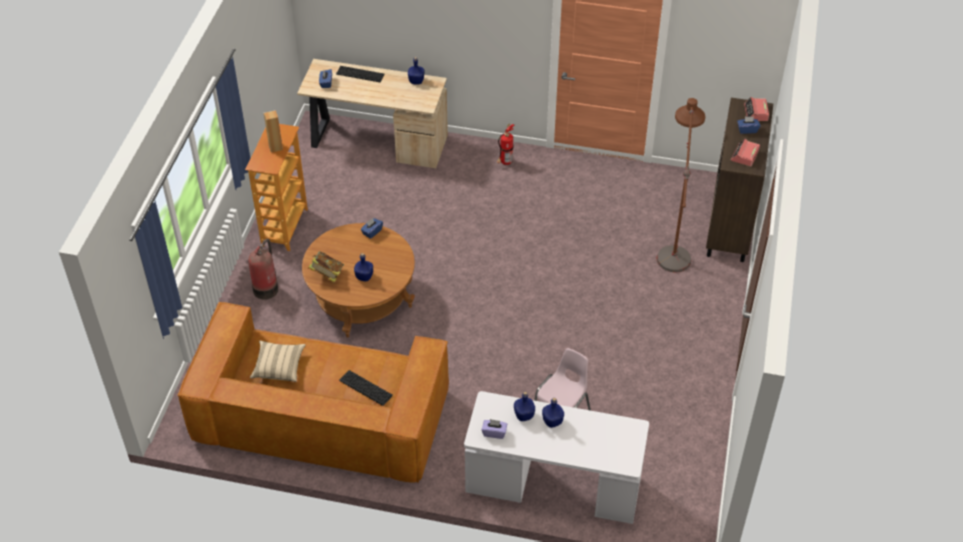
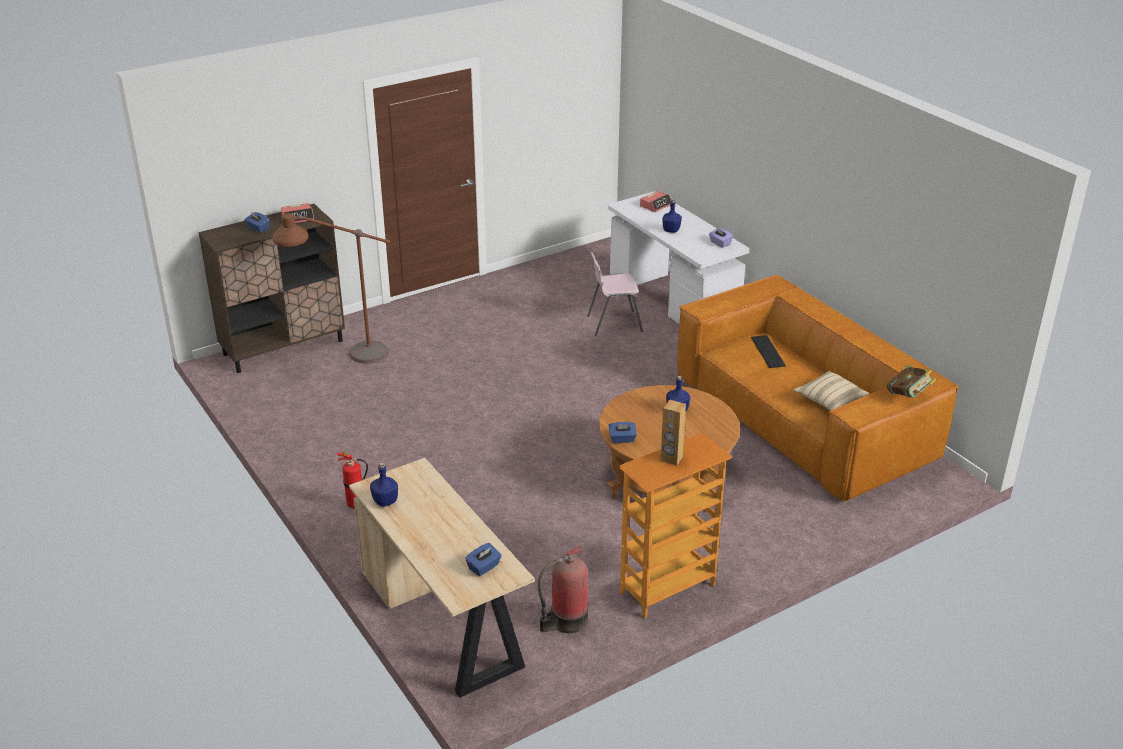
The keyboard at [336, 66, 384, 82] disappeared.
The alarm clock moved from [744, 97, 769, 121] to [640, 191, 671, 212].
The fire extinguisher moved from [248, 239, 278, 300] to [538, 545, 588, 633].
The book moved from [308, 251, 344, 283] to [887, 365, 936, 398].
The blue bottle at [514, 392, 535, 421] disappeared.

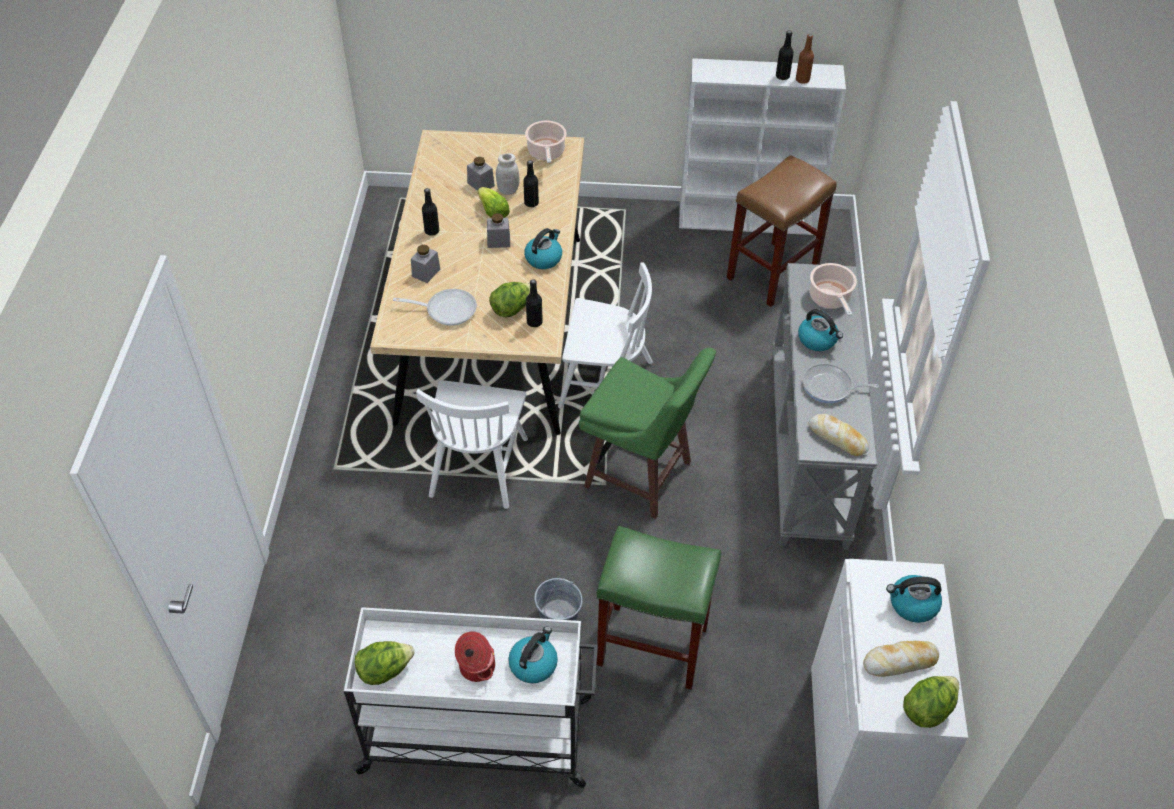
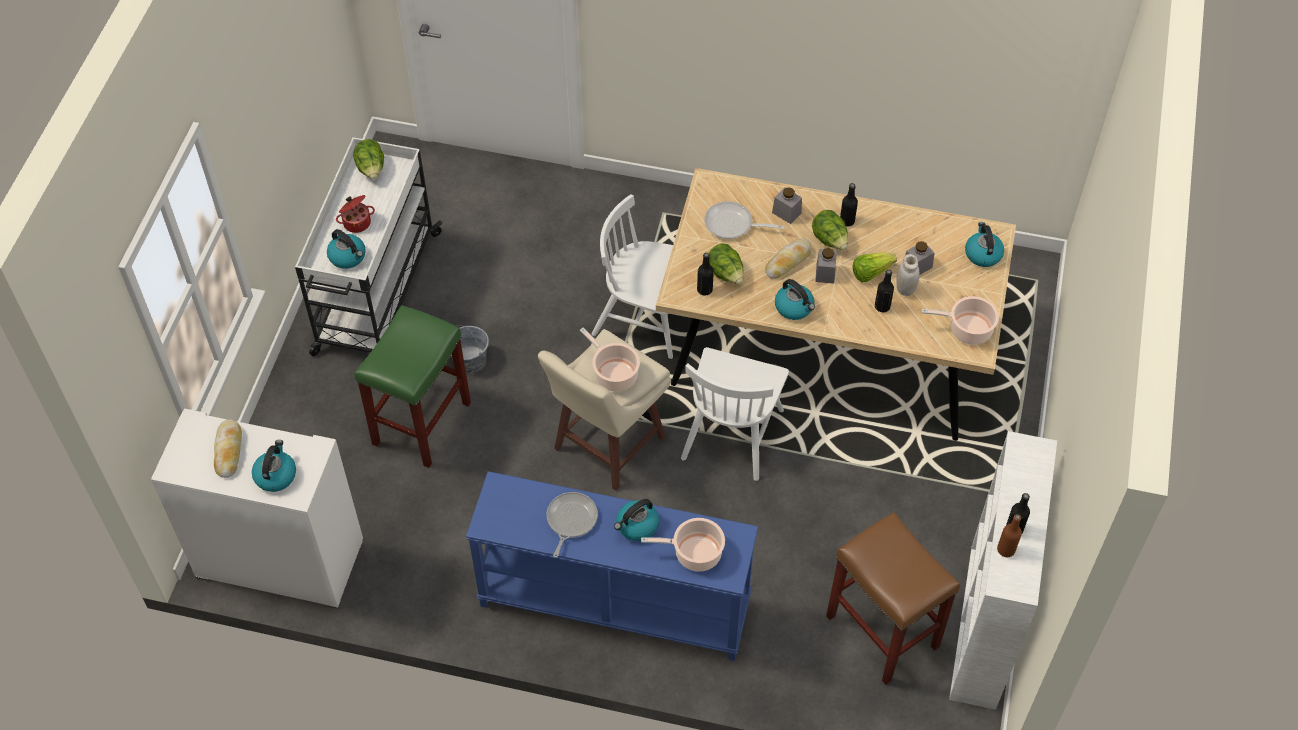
The grey console table at [772, 263, 878, 550] became the blue console table at [466, 471, 758, 661].
The frying pan at [393, 289, 477, 326] turned 90 degrees clockwise.
The green stool at [579, 348, 716, 519] became the beige stool at [538, 329, 671, 491].
The bread moved from [809, 414, 869, 456] to [765, 239, 812, 279].
The lettuce moved from [903, 676, 959, 728] to [812, 210, 848, 250].
The kettle at [965, 222, 1004, 267] appeared.
The cooking pot at [580, 328, 640, 392] appeared.

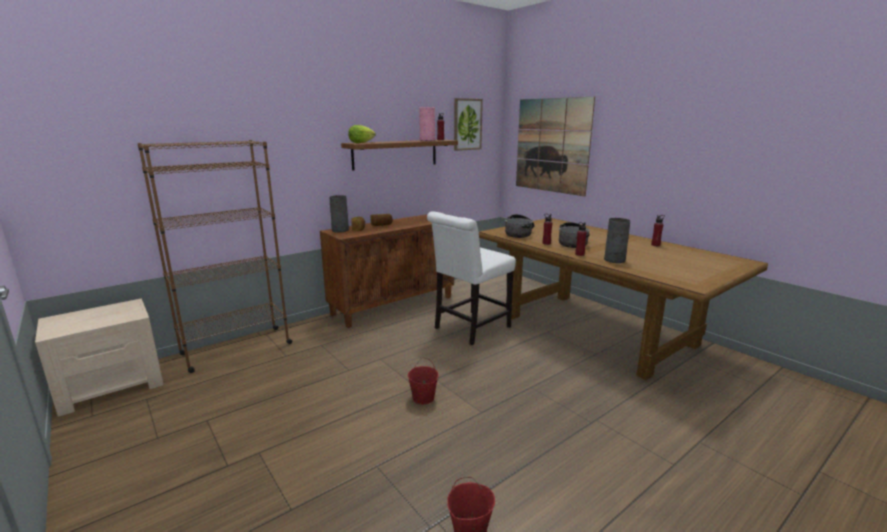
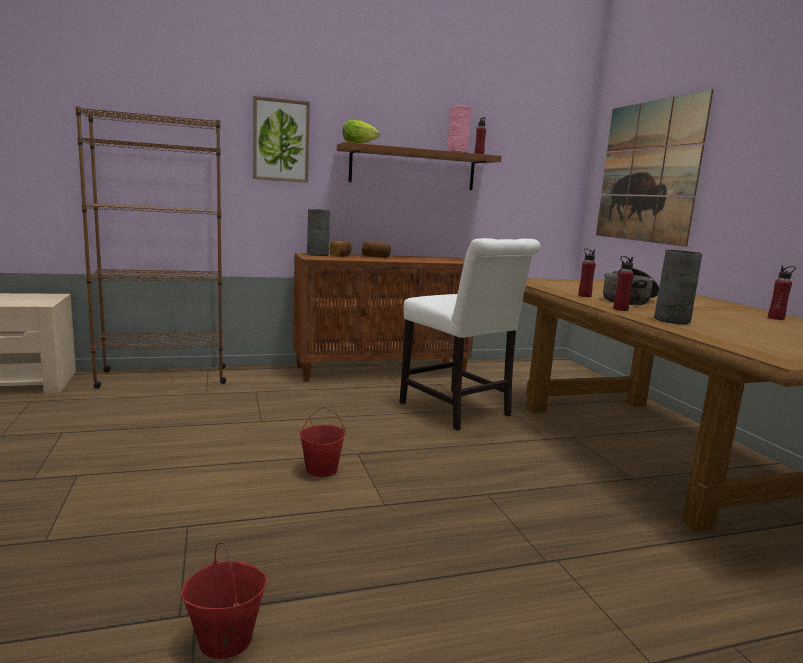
The picture moved from [454, 98, 483, 151] to [253, 96, 310, 183].
The white chair at [427, 211, 516, 345] turned 105 degrees counterclockwise.
The cooking pot at [505, 214, 534, 238] disappeared.

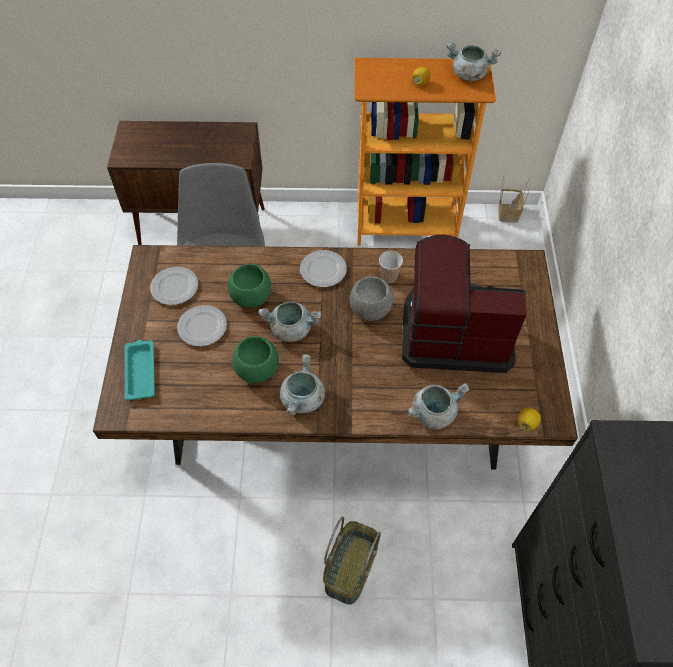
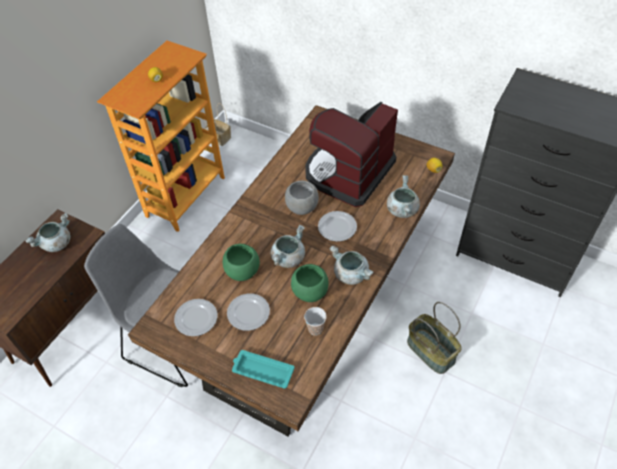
The grey cooking pot moved from [446, 42, 501, 81] to [25, 213, 70, 252].
The plate moved from [300, 250, 347, 287] to [318, 211, 357, 242].
The cup moved from [379, 251, 403, 283] to [304, 307, 327, 336].

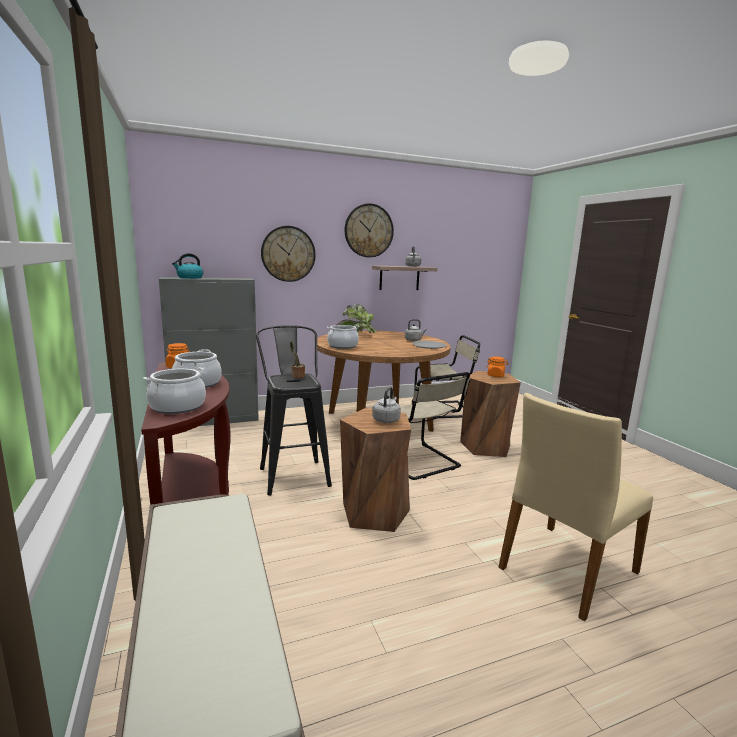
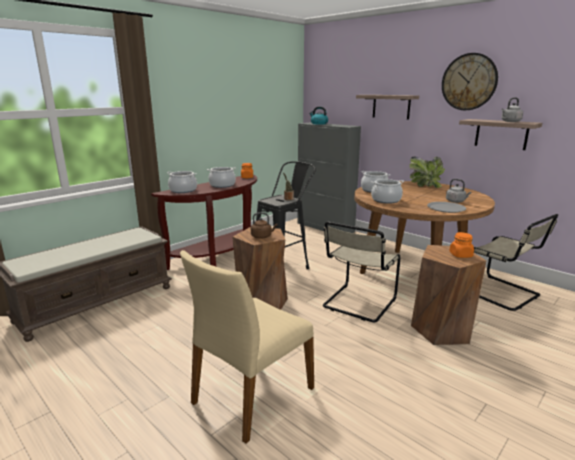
The wall clock at [261, 226, 316, 282] was replaced by the shelf at [356, 95, 419, 120].
The grey kettle at [372, 387, 401, 423] became the brown kettle at [251, 212, 278, 239].
The beige chair at [498, 393, 653, 621] turned 75 degrees counterclockwise.
The cooking pot at [371, 179, 404, 204] appeared.

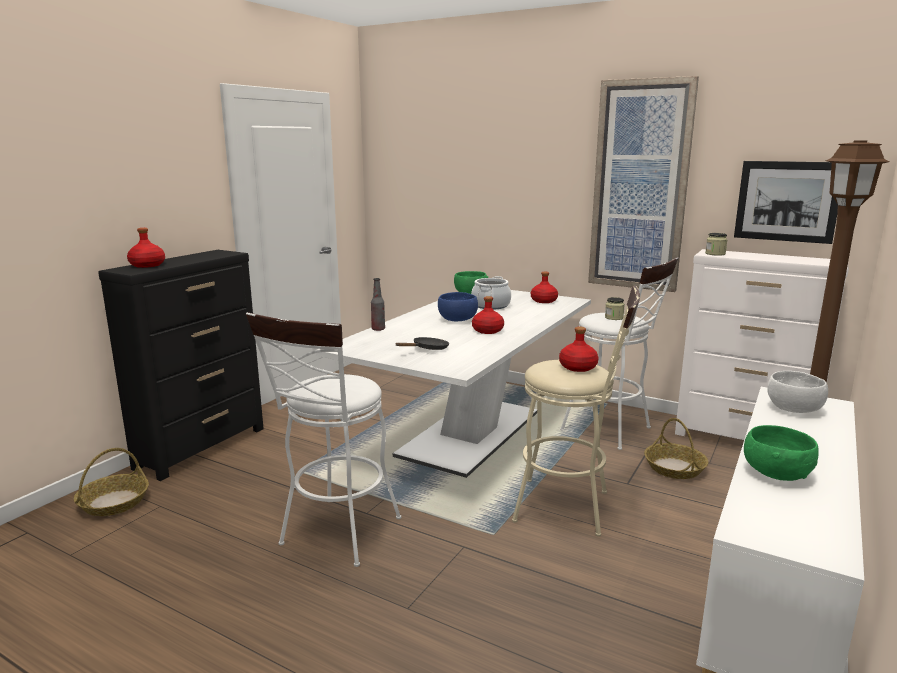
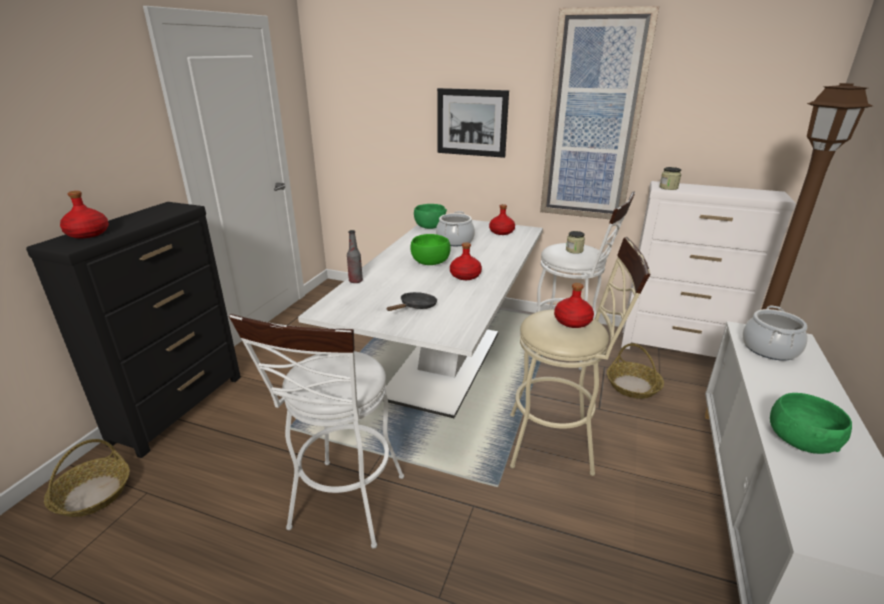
The picture moved from [734, 161, 838, 244] to [437, 88, 509, 158].
The blue bowl at [438, 292, 478, 321] became the green bowl at [410, 234, 451, 265].
The white bowl at [767, 371, 828, 413] was replaced by the cooking pot at [743, 306, 808, 361].

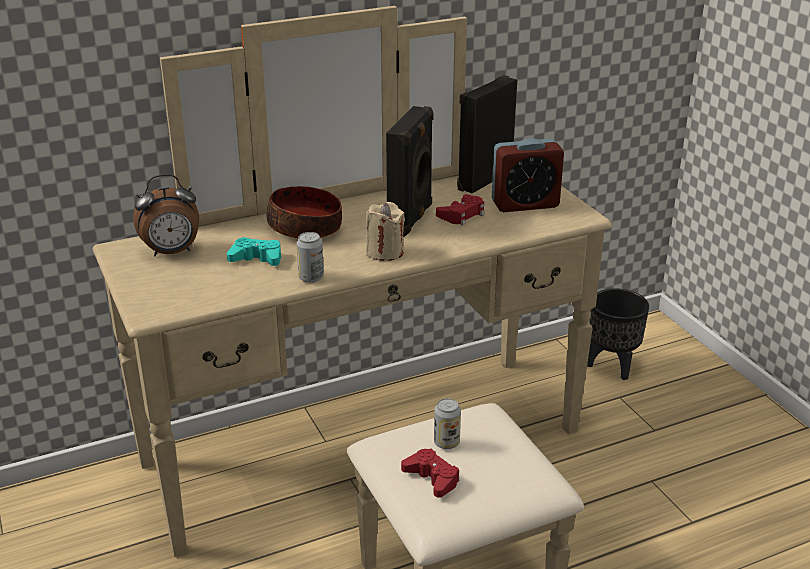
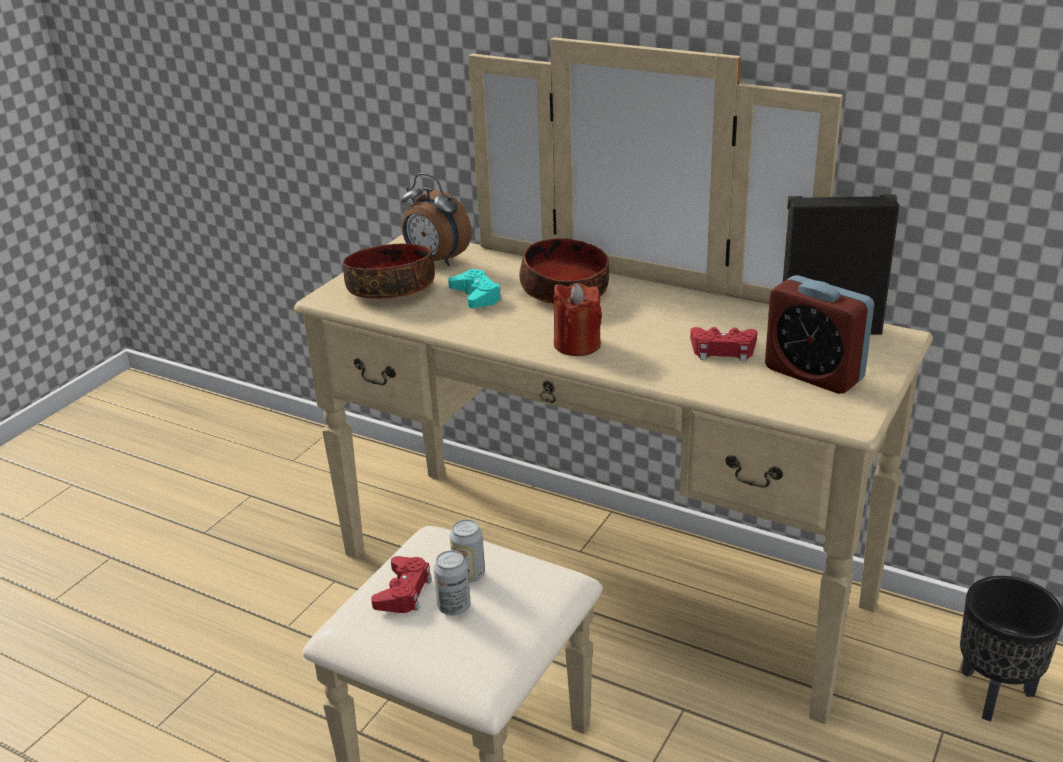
The black speaker at [386, 106, 434, 237] disappeared.
The beige candle at [366, 202, 405, 261] became the red candle at [554, 283, 602, 356].
The can moved from [296, 232, 324, 283] to [433, 550, 471, 616].
The bowl at [343, 243, 435, 299] appeared.

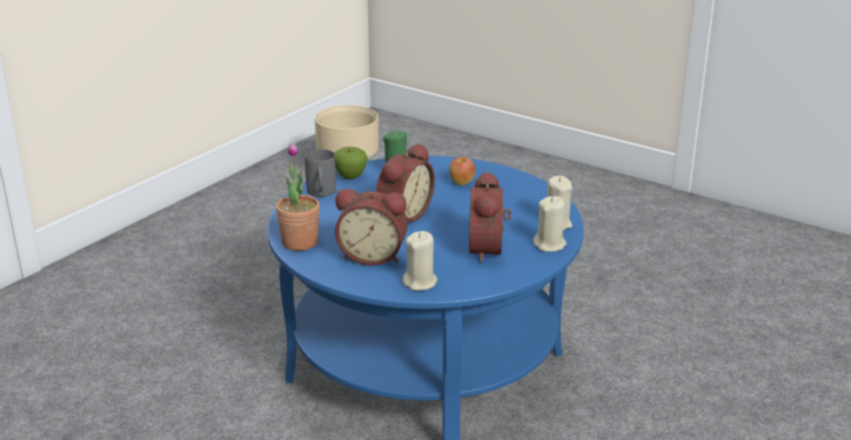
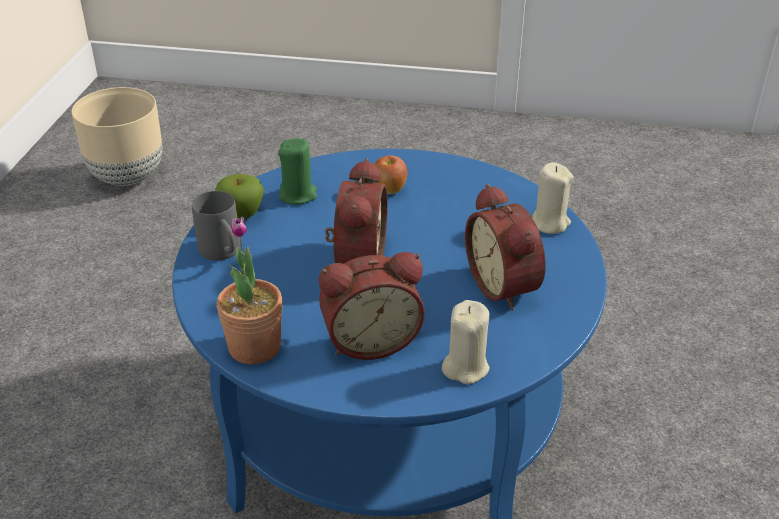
The beige candle at [533, 196, 567, 252] disappeared.

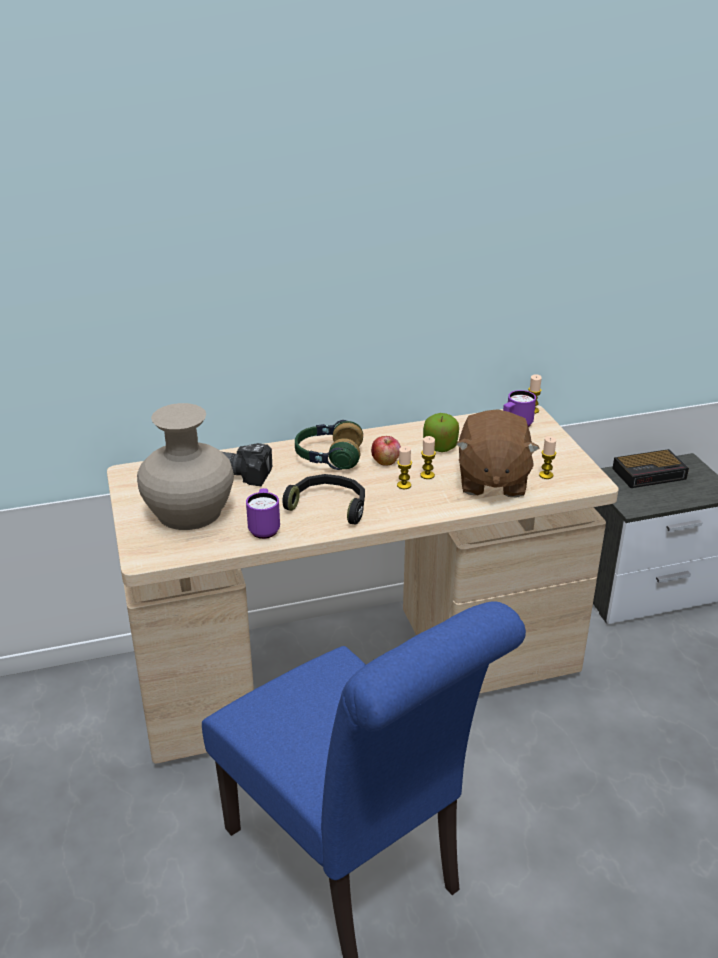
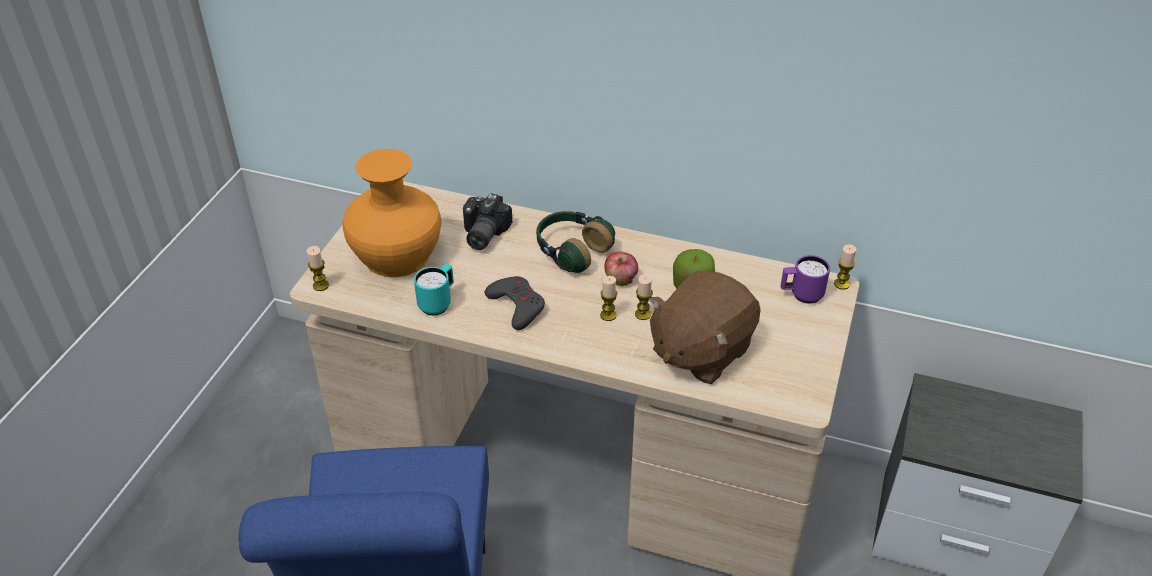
The beige vase at [137, 403, 234, 530] became the orange vase at [343, 149, 442, 277].
The candle moved from [539, 436, 556, 479] to [307, 246, 329, 291].
The photo camera at [222, 443, 272, 486] turned 120 degrees counterclockwise.
The alarm clock at [612, 449, 689, 488] disappeared.
The black headphones at [282, 474, 365, 524] was replaced by the grey game controller at [485, 276, 545, 330].
The purple mug at [246, 488, 280, 539] became the turquoise mug at [414, 264, 454, 315].

